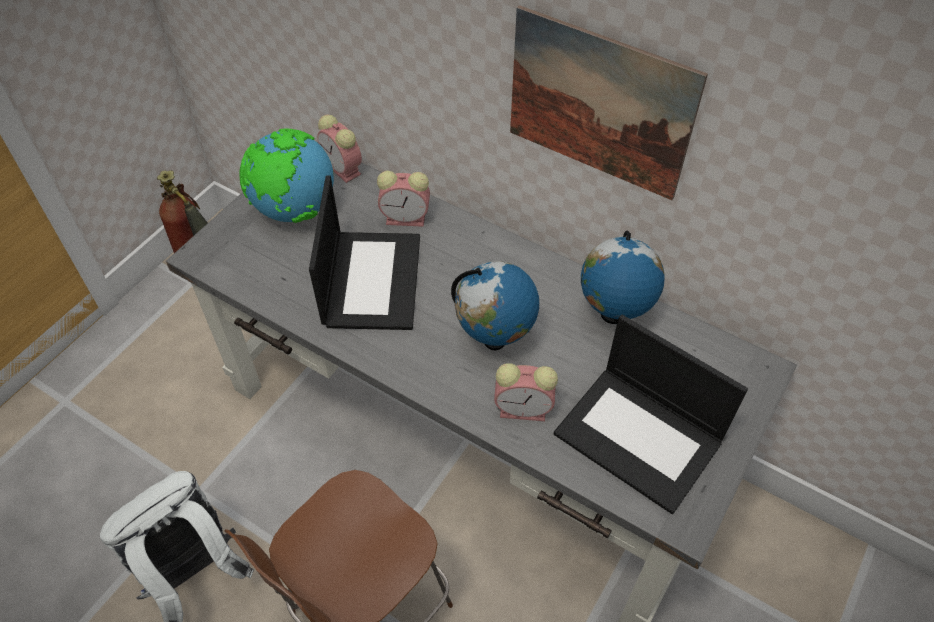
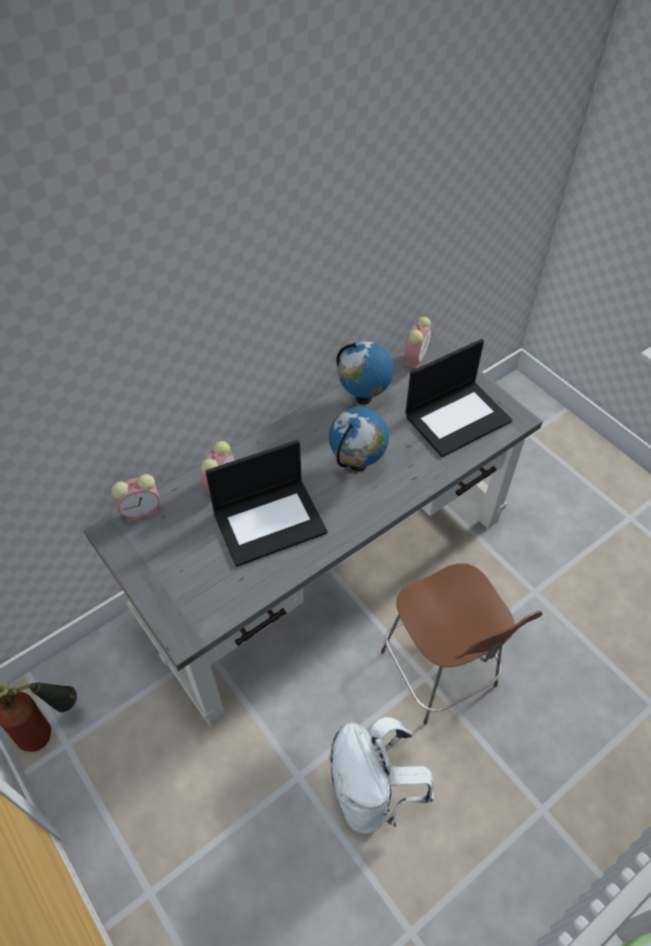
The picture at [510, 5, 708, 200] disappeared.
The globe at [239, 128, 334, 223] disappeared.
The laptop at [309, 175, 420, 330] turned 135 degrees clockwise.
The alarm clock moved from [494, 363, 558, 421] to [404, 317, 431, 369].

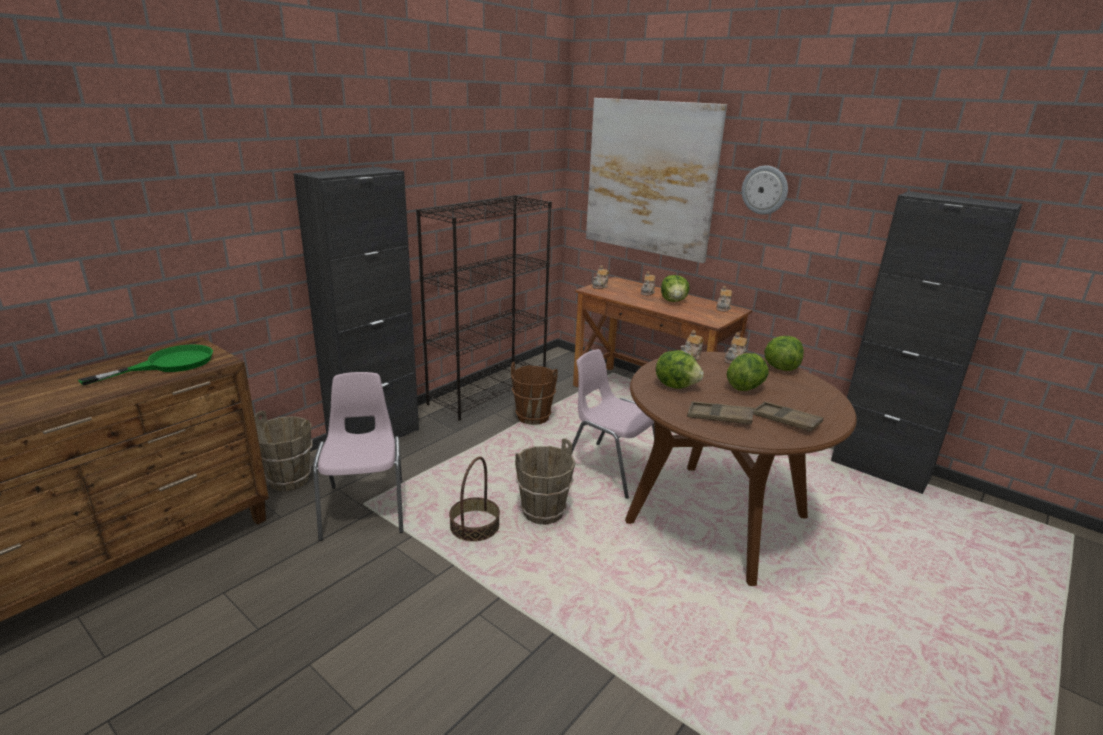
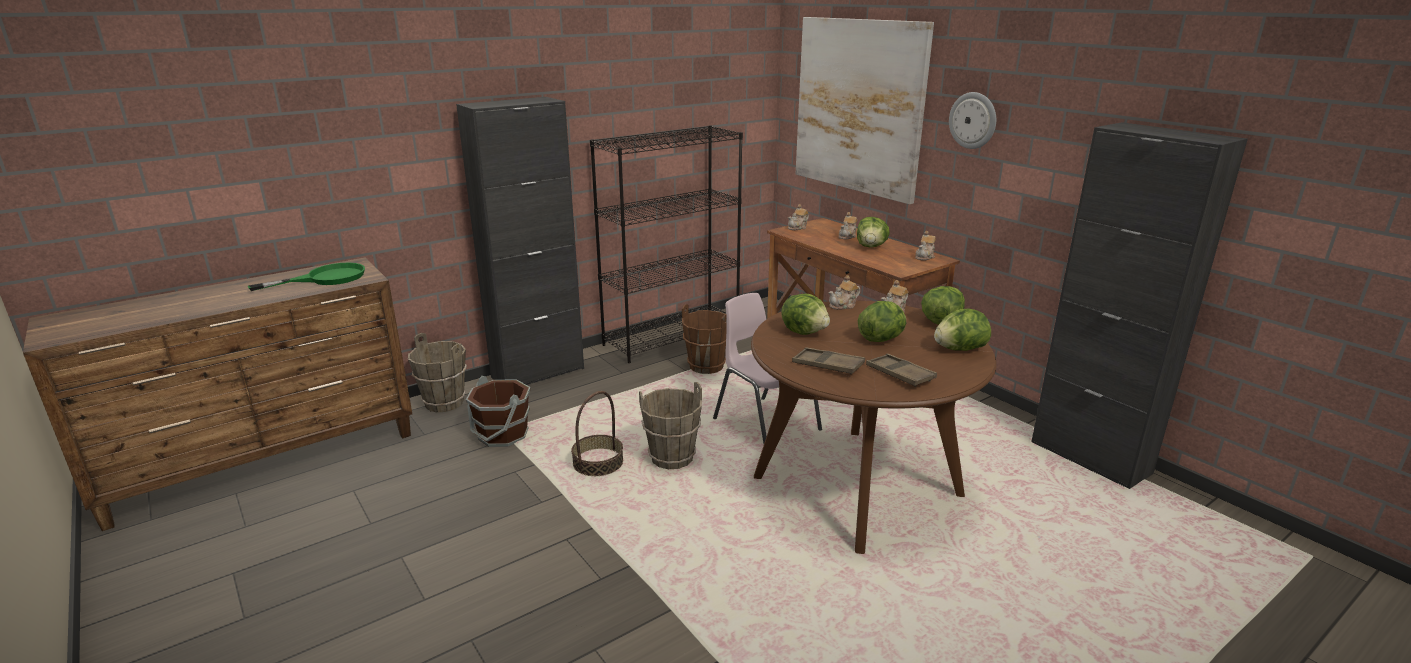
The pink chair at [313, 372, 404, 541] was replaced by the brown bucket at [466, 376, 530, 447].
The lettuce at [934, 308, 991, 351] appeared.

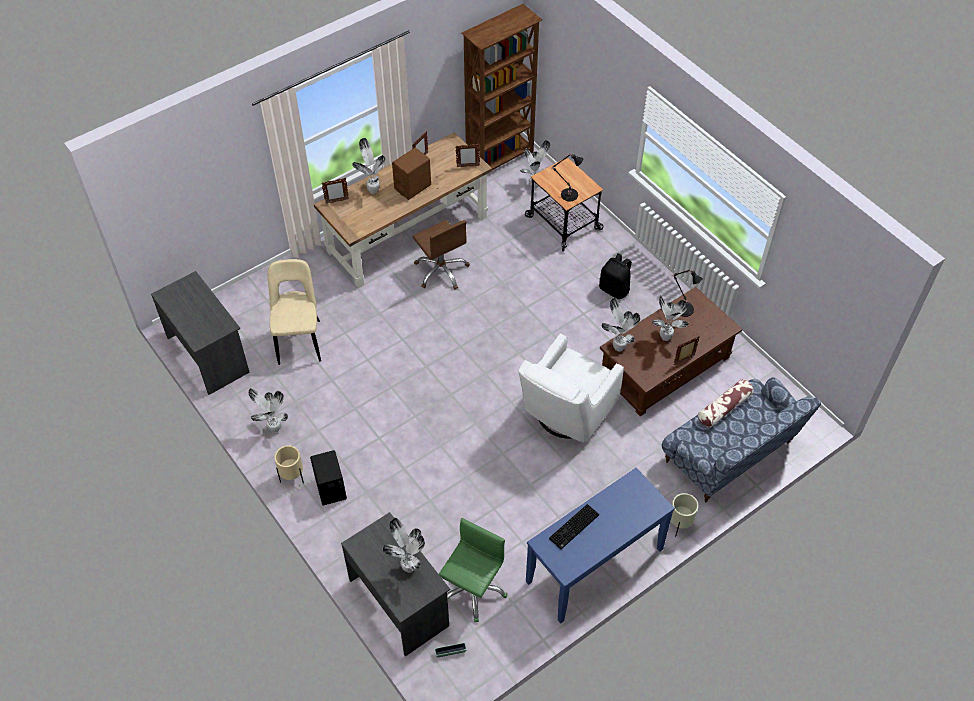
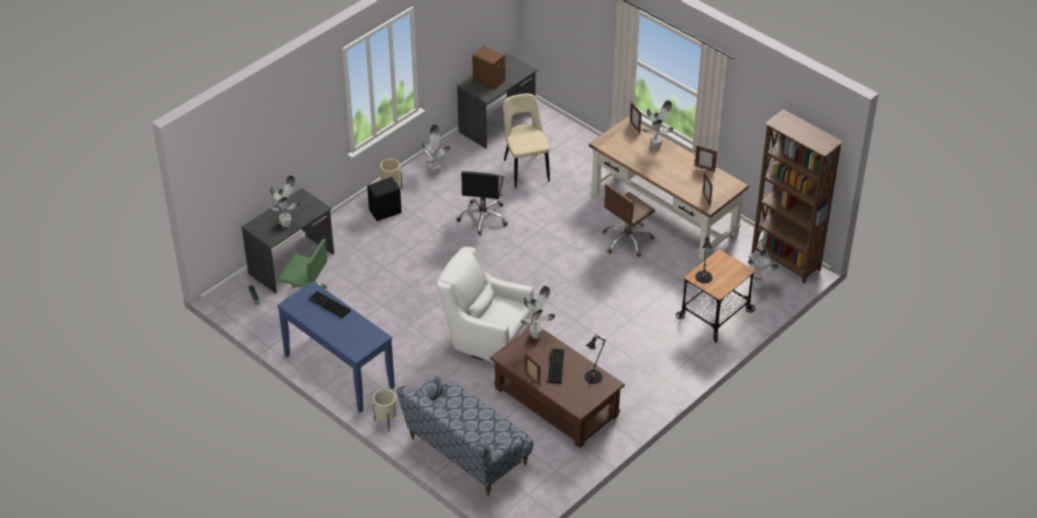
The brown speaker moved from [392, 147, 431, 200] to [472, 46, 505, 90].
The black backpack at [599, 253, 632, 299] disappeared.
The beige chair at [267, 259, 321, 365] turned 90 degrees counterclockwise.
The potted plant at [652, 295, 689, 341] was replaced by the keyboard at [548, 348, 564, 384].
The pillow at [698, 379, 754, 428] disappeared.
The black office chair at [457, 171, 508, 235] appeared.

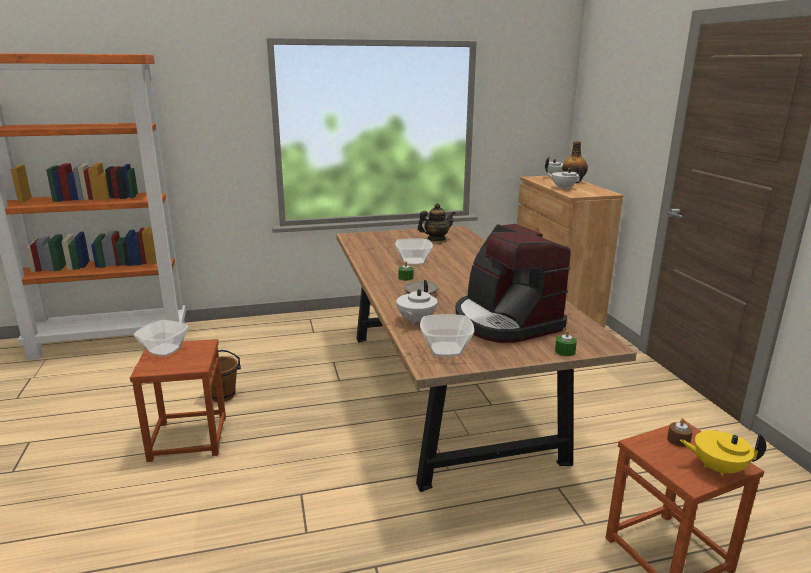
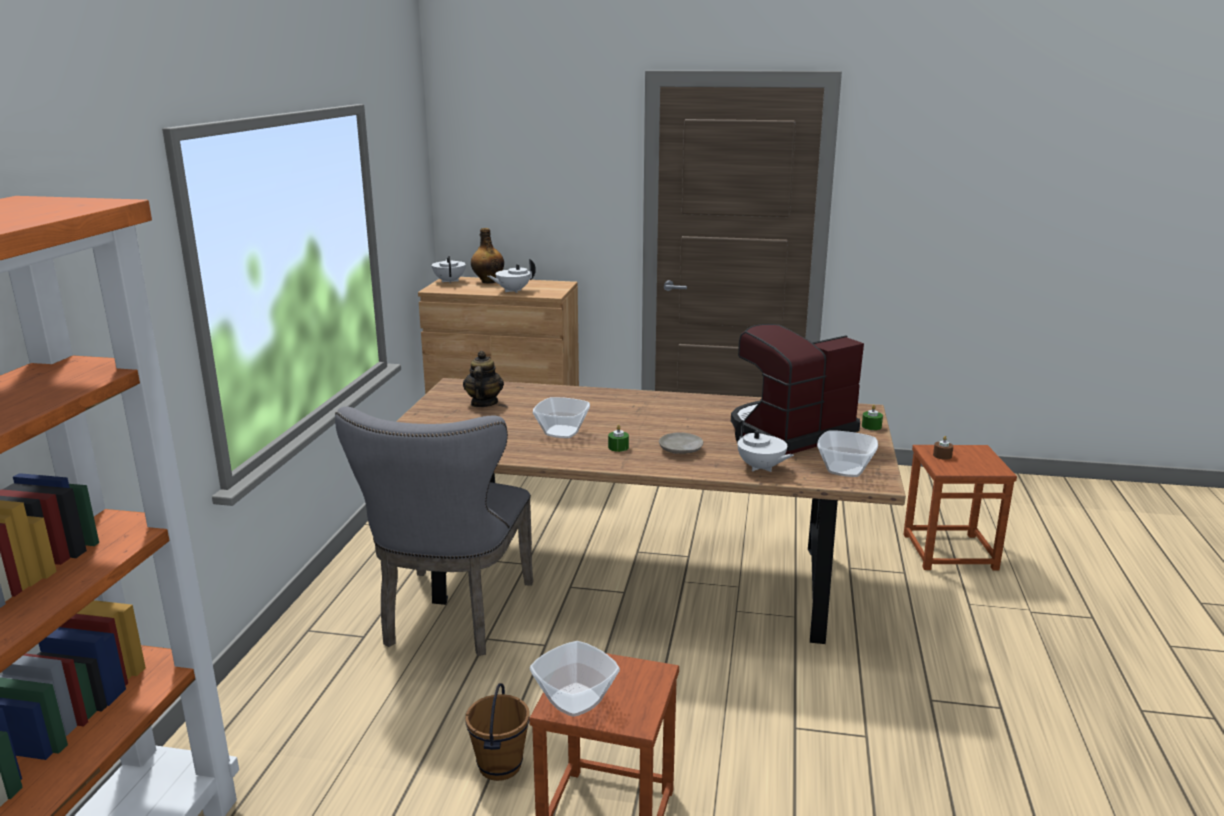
The coffee machine at [456, 224, 571, 343] turned 150 degrees clockwise.
The yellow teapot at [680, 430, 766, 477] disappeared.
The grey chair at [335, 406, 533, 656] appeared.

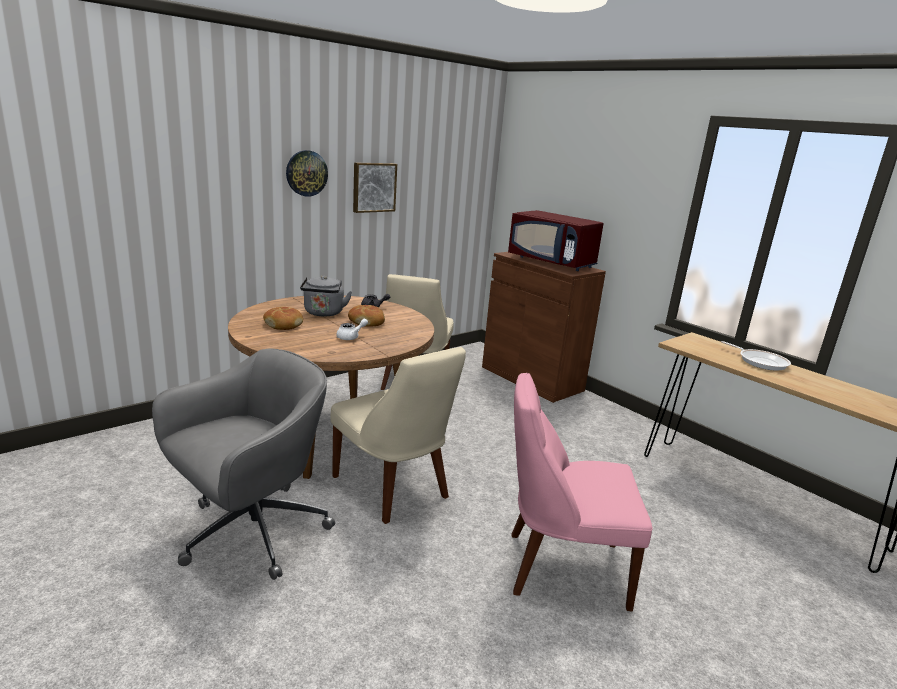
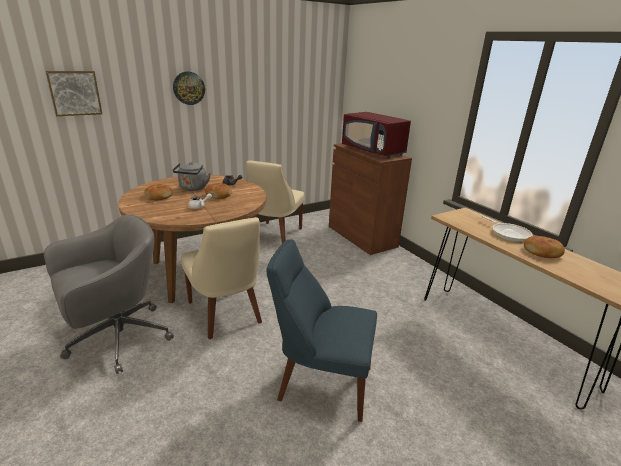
The picture moved from [353, 162, 397, 213] to [46, 71, 102, 116].
The pink chair at [512, 373, 652, 611] became the blue chair at [267, 239, 377, 422].
The bread at [524, 236, 565, 258] appeared.

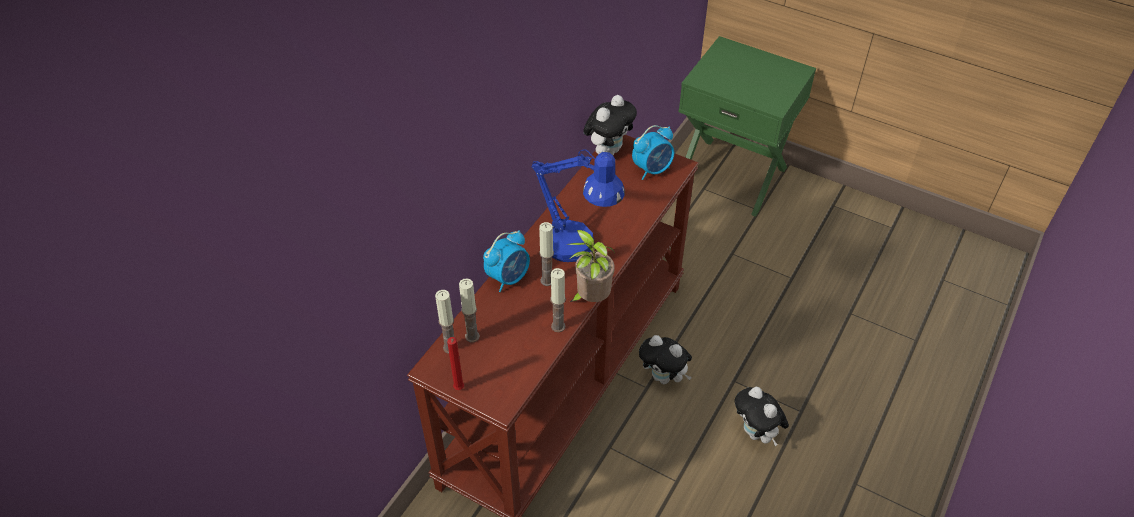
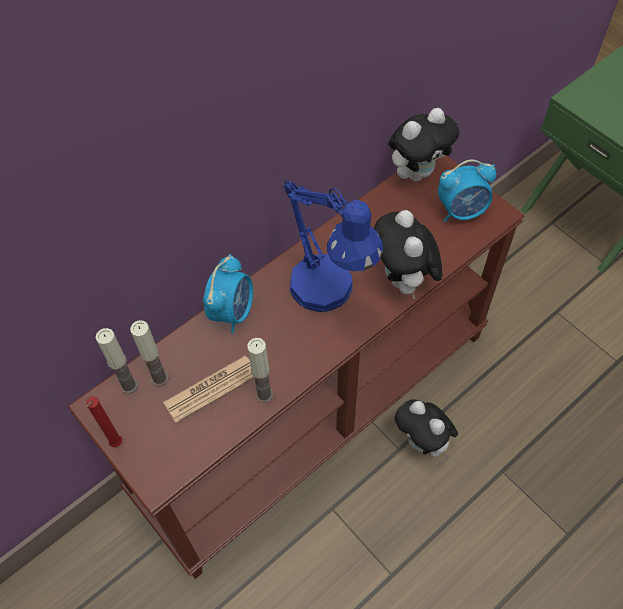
The candle at [539, 222, 554, 286] disappeared.
The alarm clock at [483, 230, 530, 292] turned 45 degrees counterclockwise.
The potted plant at [567, 230, 615, 302] disappeared.
The plush toy moved from [734, 387, 789, 446] to [374, 210, 442, 300].
The newspaper at [163, 356, 254, 423] appeared.

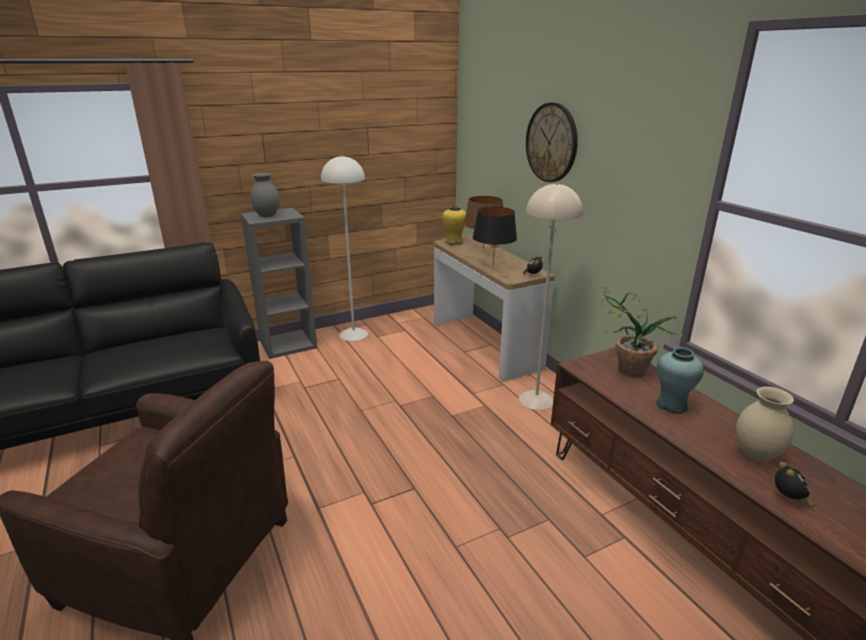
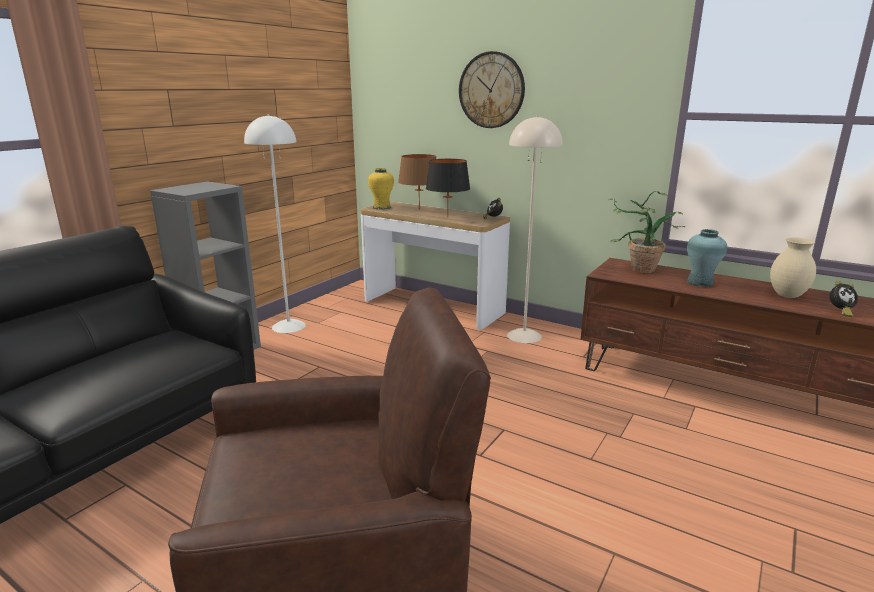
The grey vase at [250, 173, 280, 217] disappeared.
The alarm clock at [775, 462, 815, 507] turned 105 degrees clockwise.

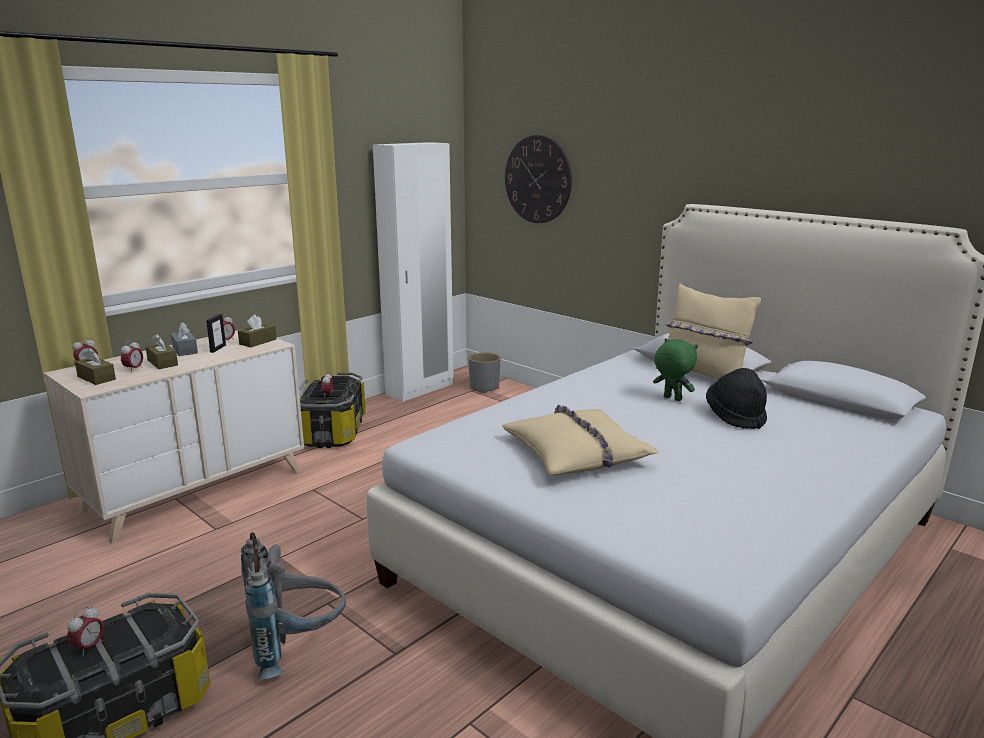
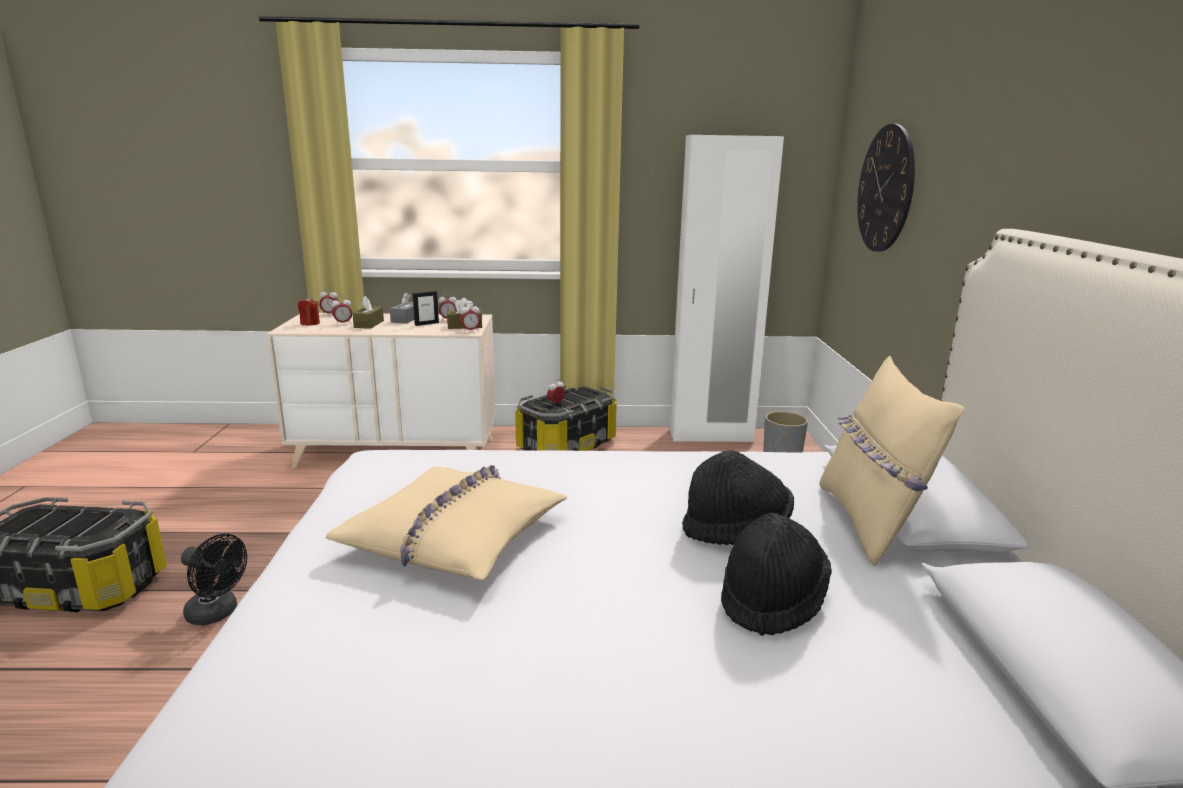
The green plush toy at [653, 338, 698, 401] was replaced by the black hat at [682, 450, 794, 545].
The brown tissue box at [75, 348, 116, 385] was replaced by the red candle at [298, 297, 320, 325].
The grey backpack at [241, 532, 346, 679] was replaced by the black fan at [181, 534, 247, 625].
The alarm clock moved from [67, 606, 104, 655] to [460, 303, 480, 333].

